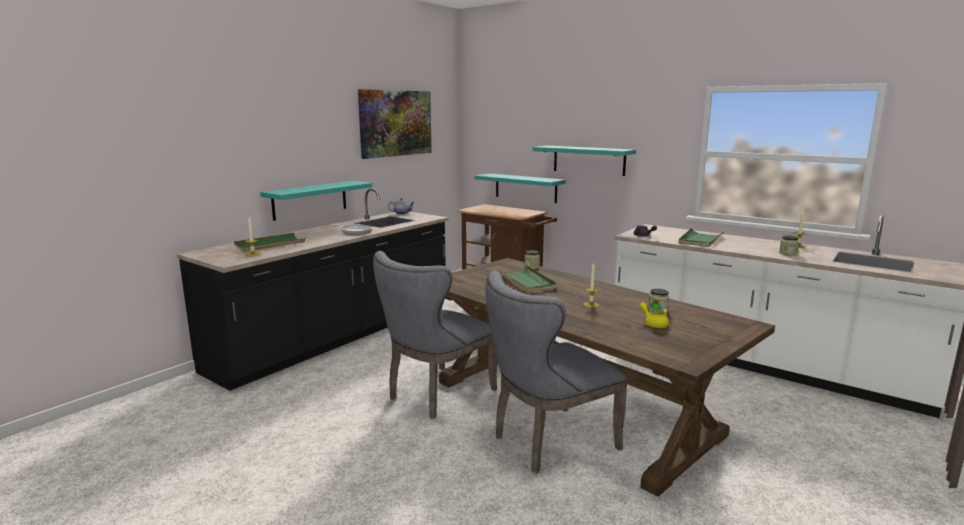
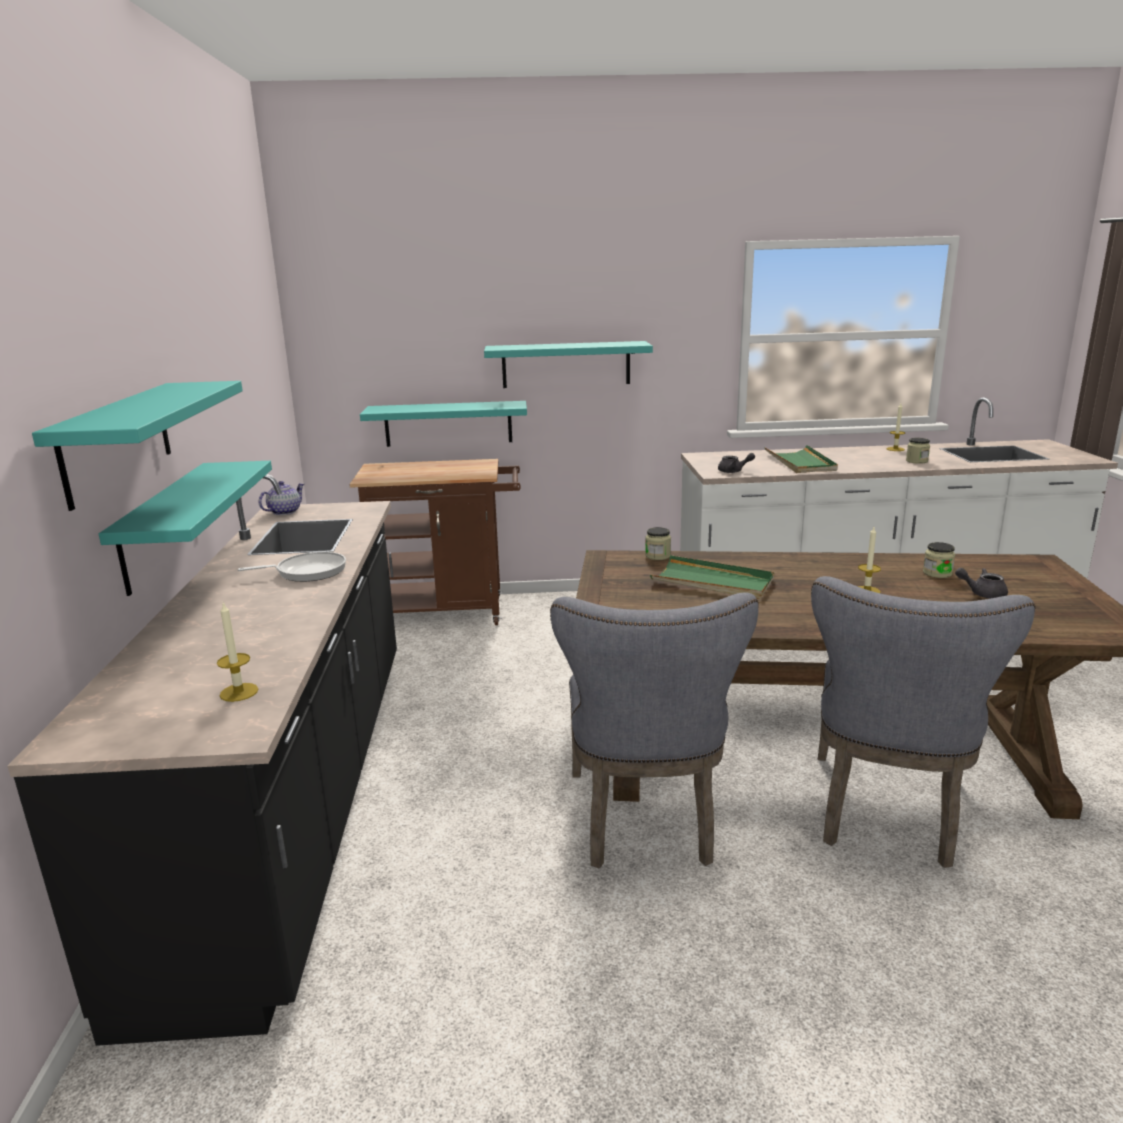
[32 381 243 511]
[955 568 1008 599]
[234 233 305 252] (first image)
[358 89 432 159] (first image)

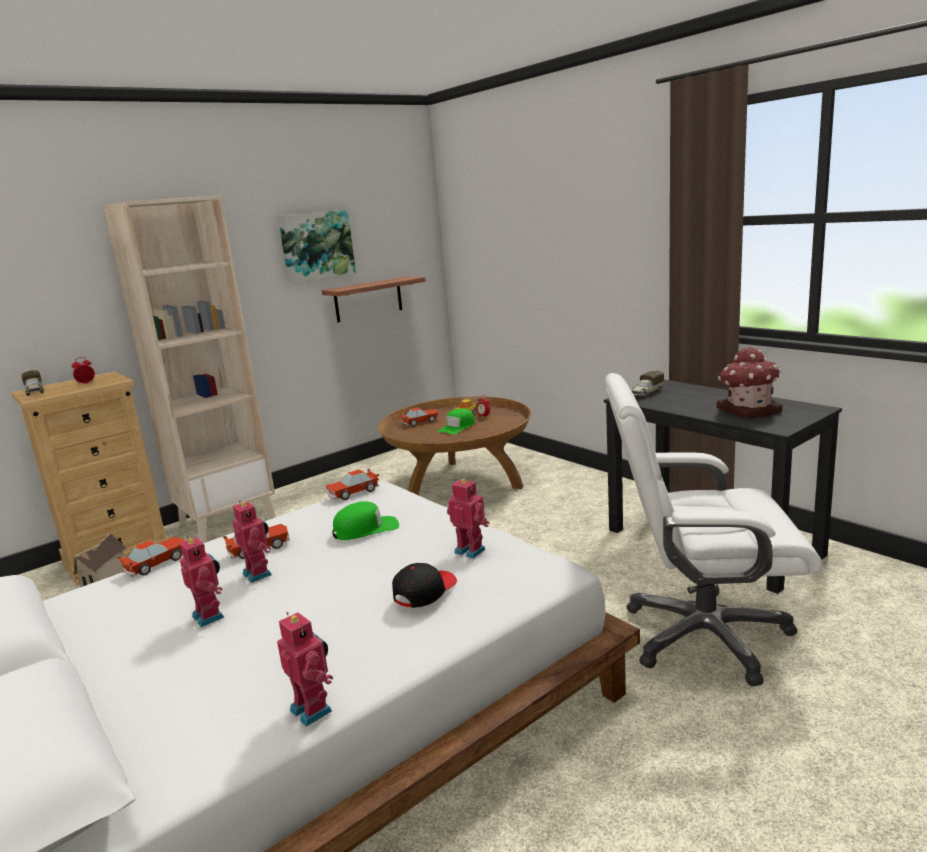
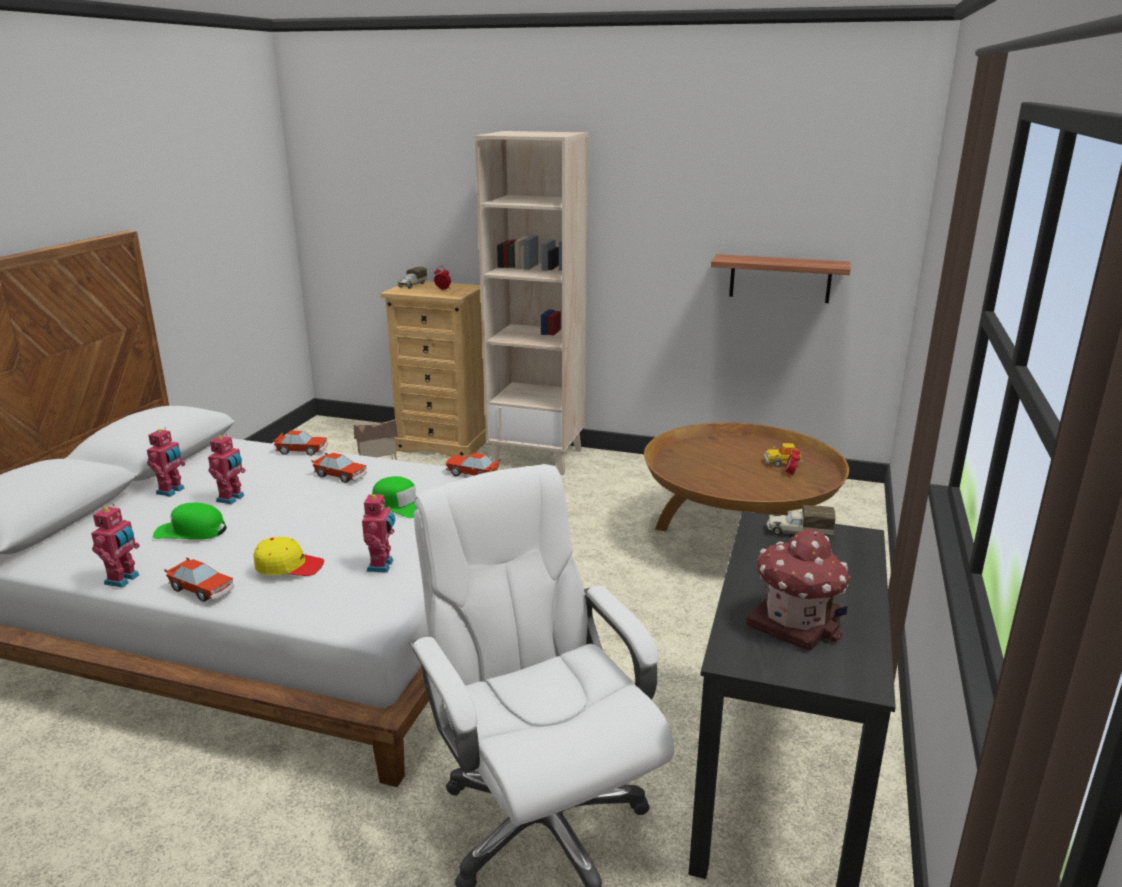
[147 427 185 497]
[153 503 227 540]
[164 557 234 602]
[254 537 324 576]
[278 210 356 283] (first image)

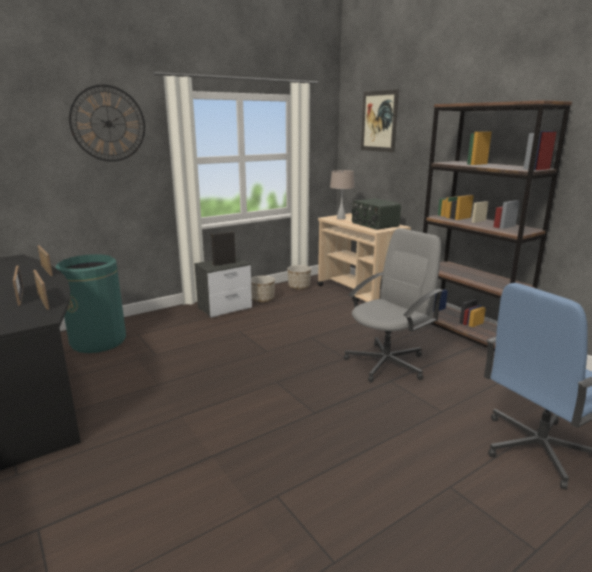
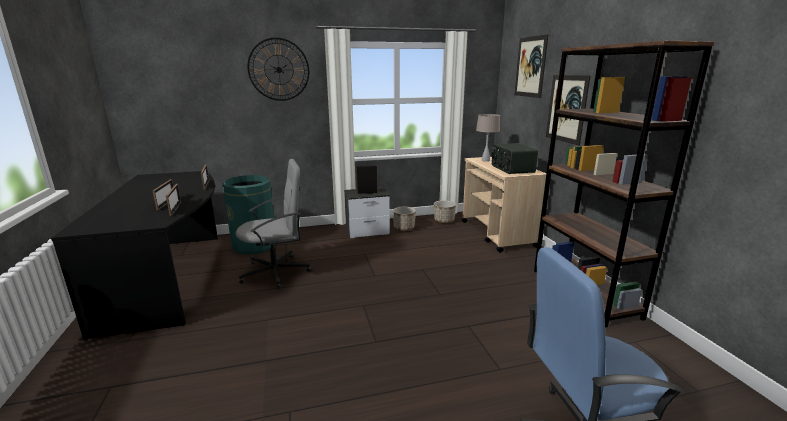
[236 159 311 289]
[546 75 590 145]

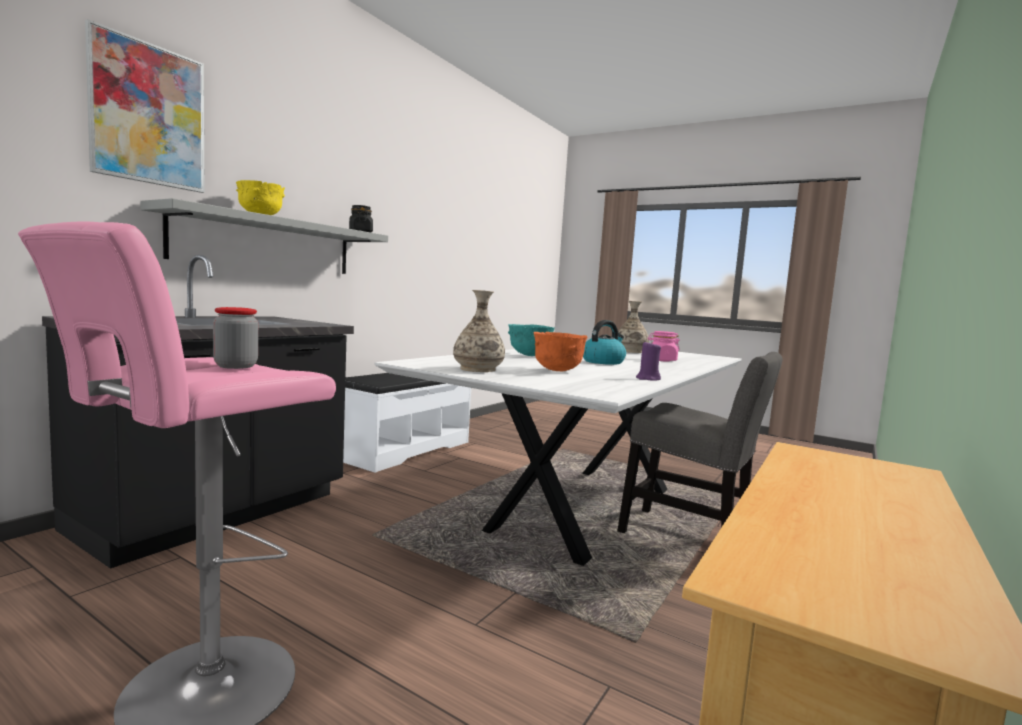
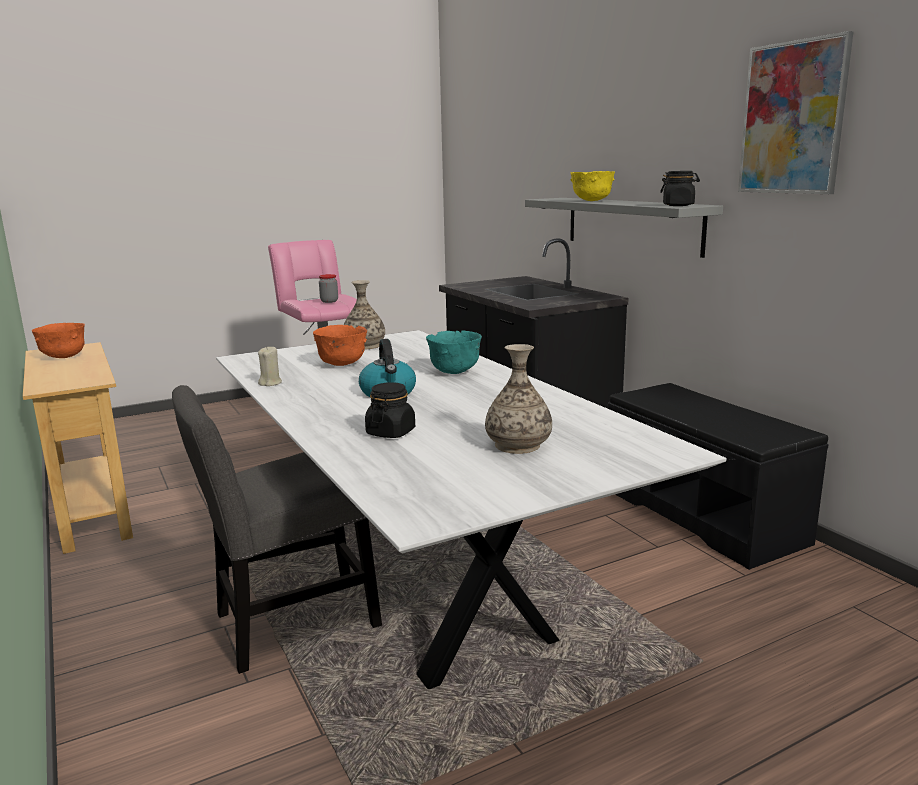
[32 323 85 358]
[258 347 282 386]
[365 382 415 438]
[608 383 829 570]
[738 31 853 194]

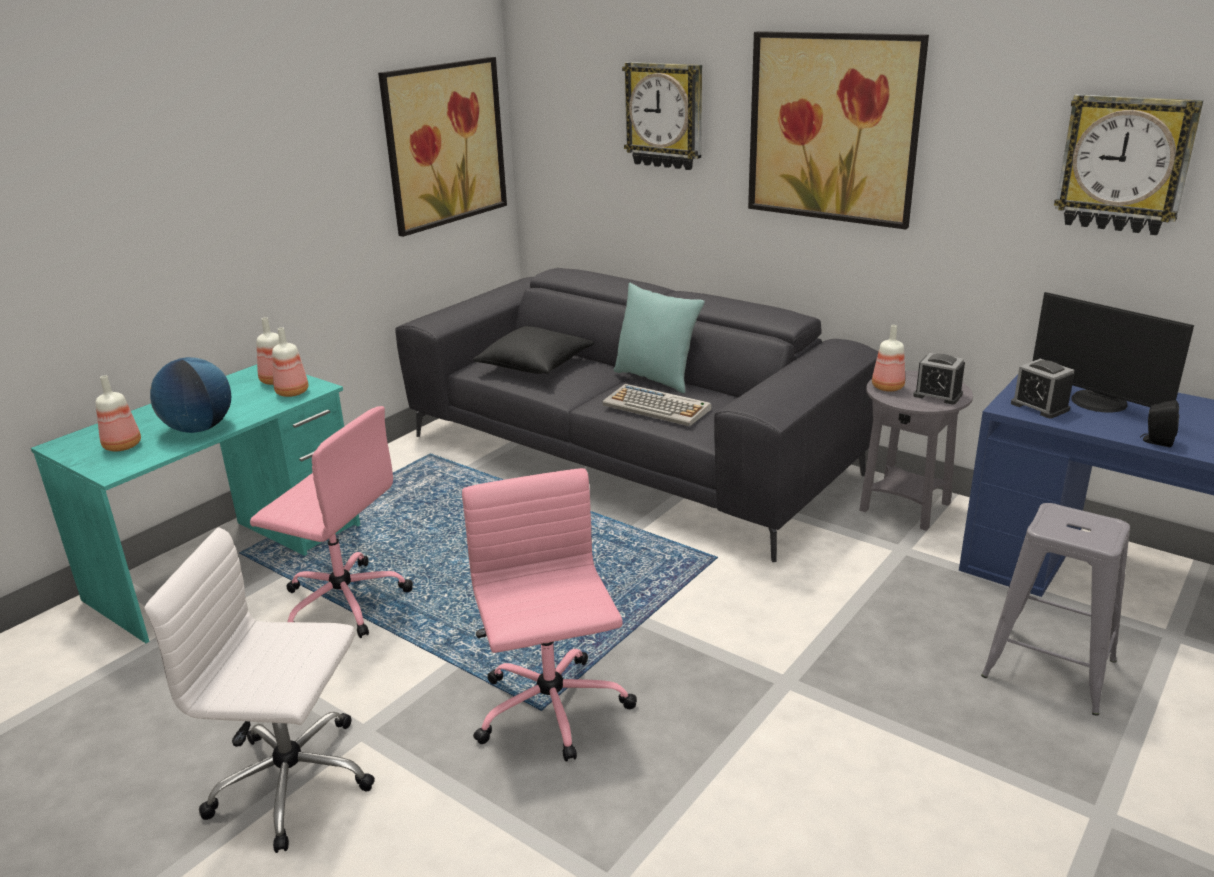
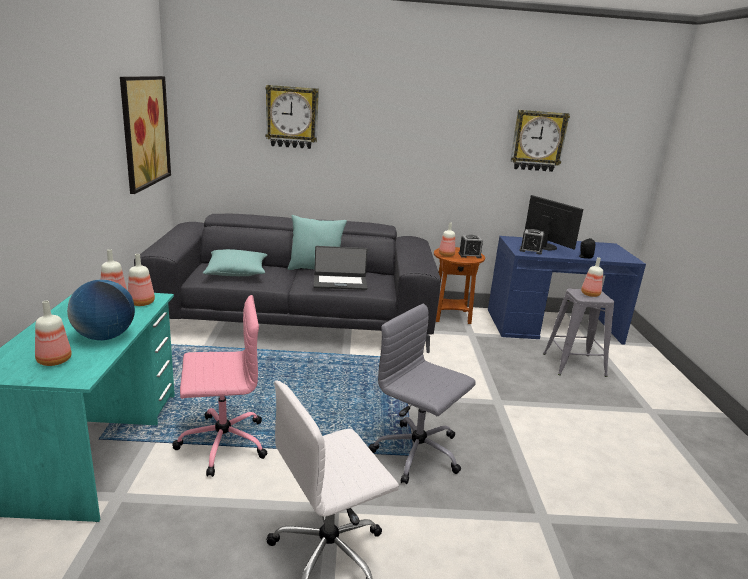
[203 249 267 276]
[314 246 368 290]
[369 303 476 484]
[434 247 485 324]
[525 195 583 250]
[581 257 603 297]
[748 31 929 229] (first image)

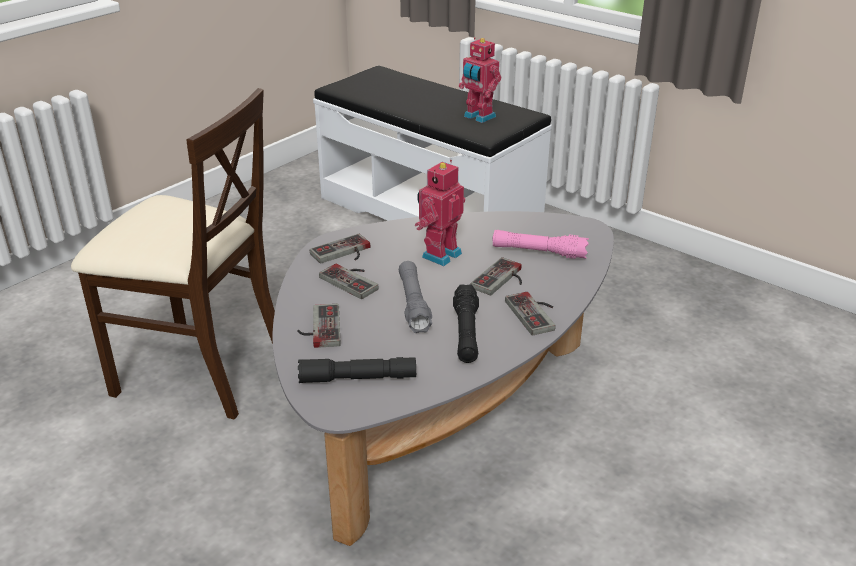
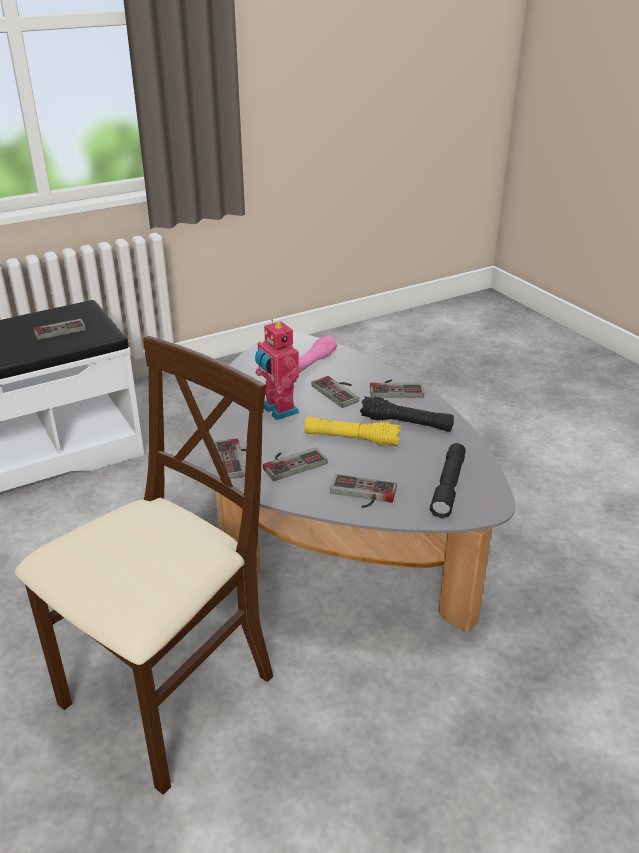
[33 319 86 340]
[304 417 401 446]

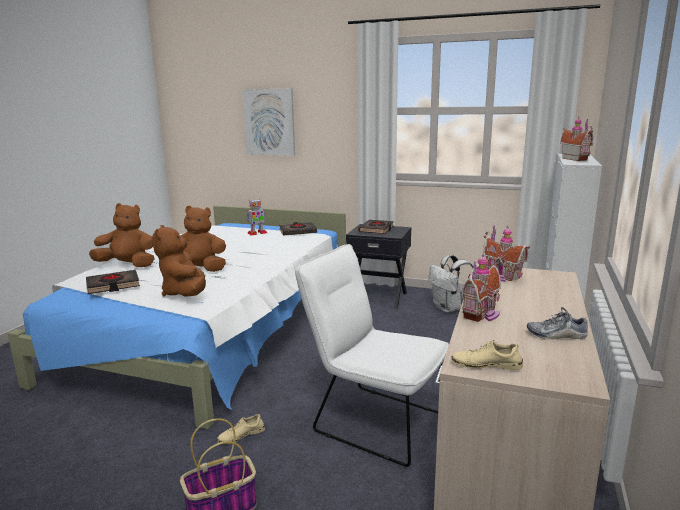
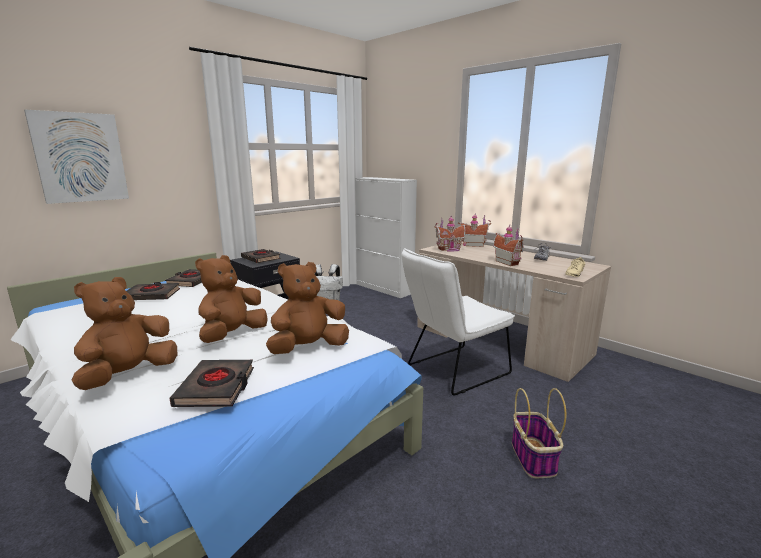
[127 282 180 300]
[266 262 349 354]
[458 214 491 247]
[217 414 265 444] (first image)

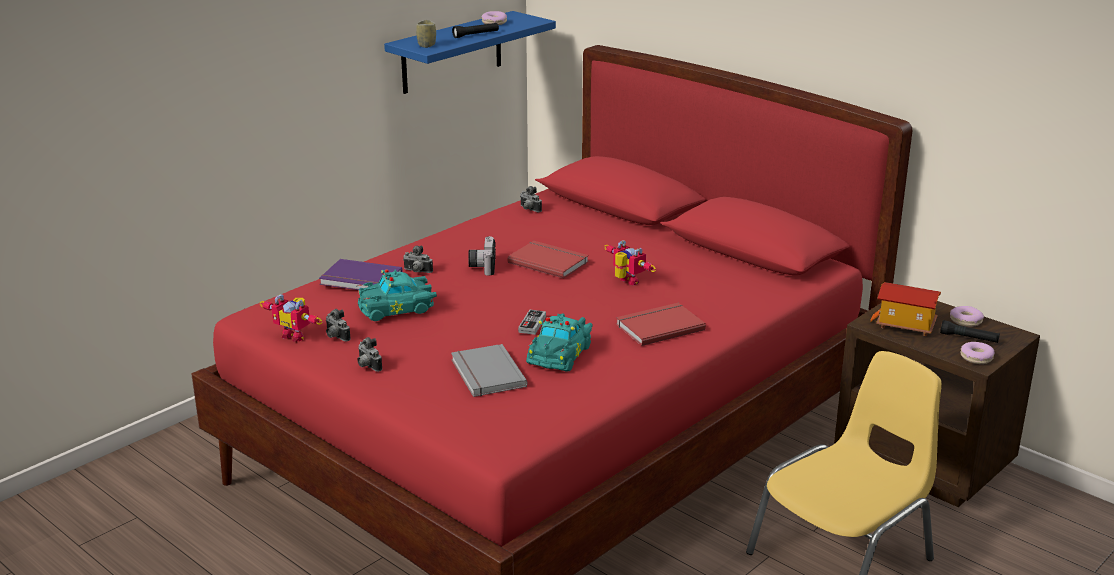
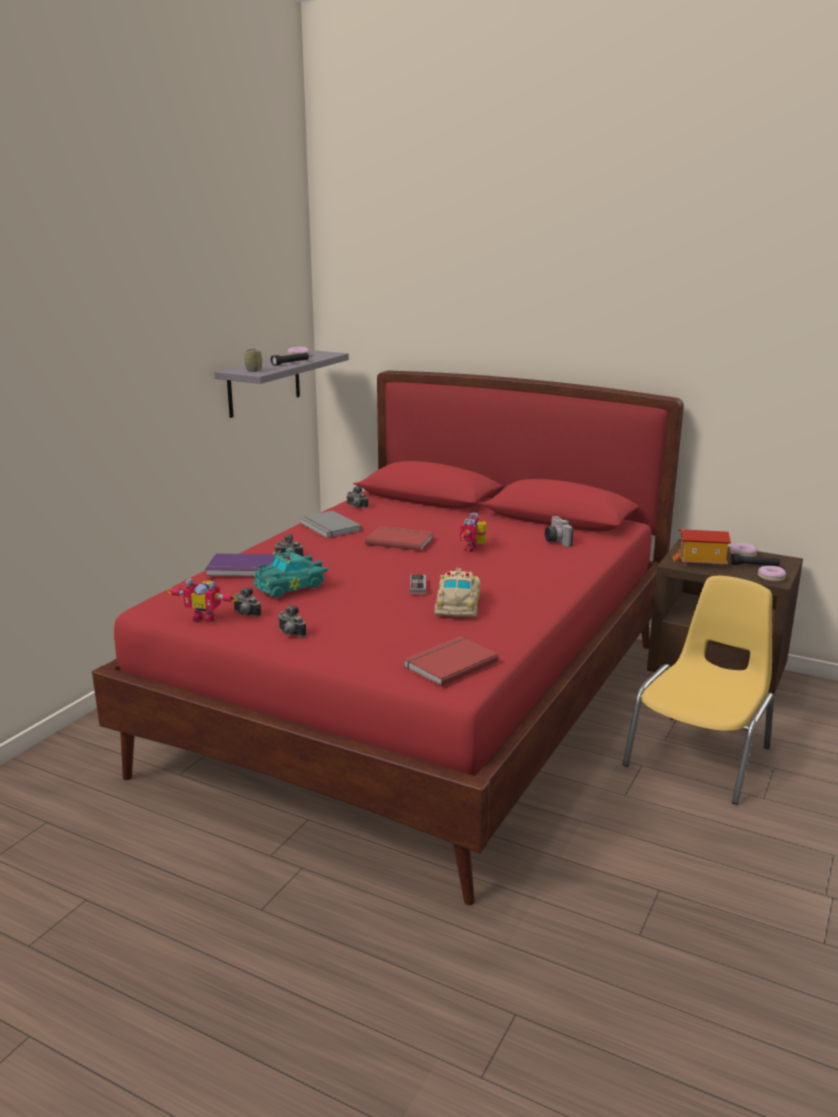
[214 350 349 418]
[299 511 362 538]
[403 636 499 686]
[434 568 480 618]
[460 512 487 552]
[545 516 573 547]

